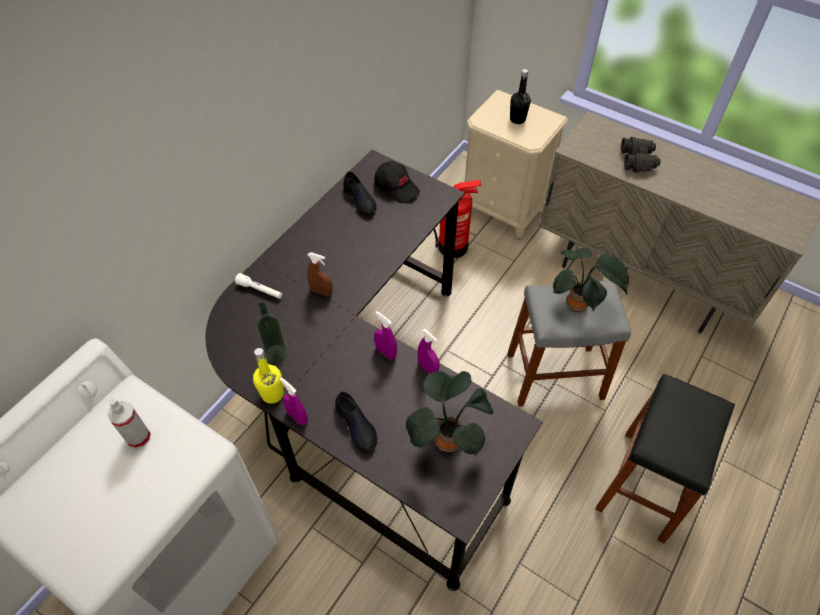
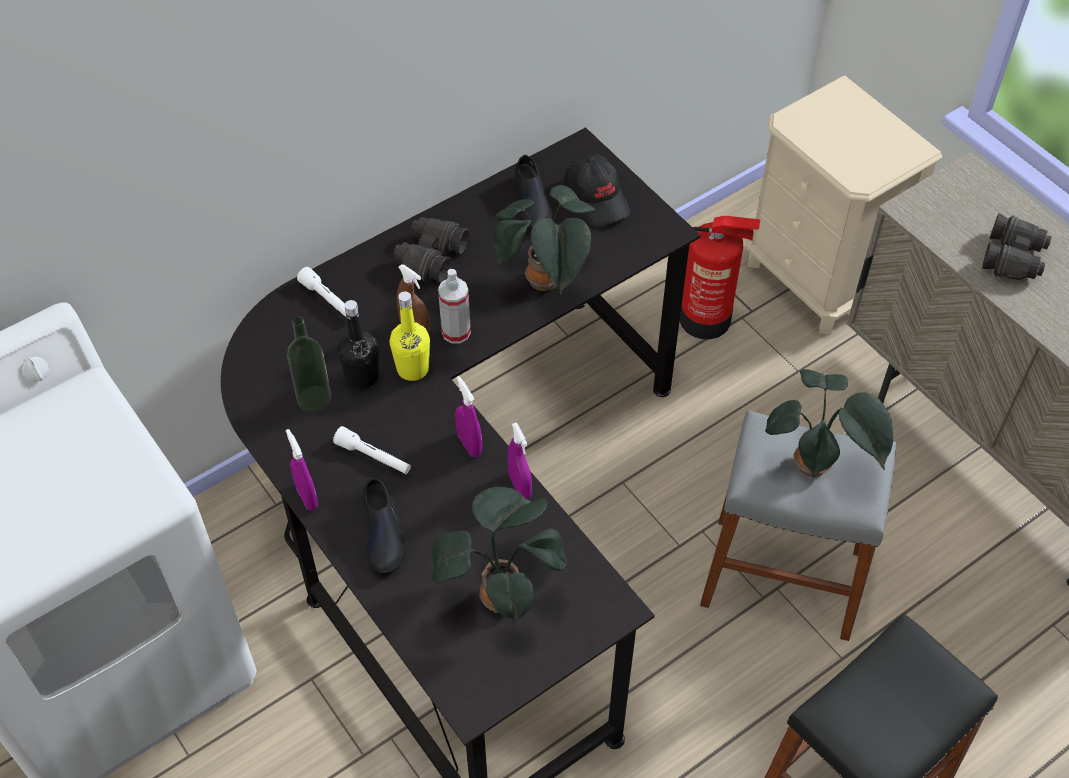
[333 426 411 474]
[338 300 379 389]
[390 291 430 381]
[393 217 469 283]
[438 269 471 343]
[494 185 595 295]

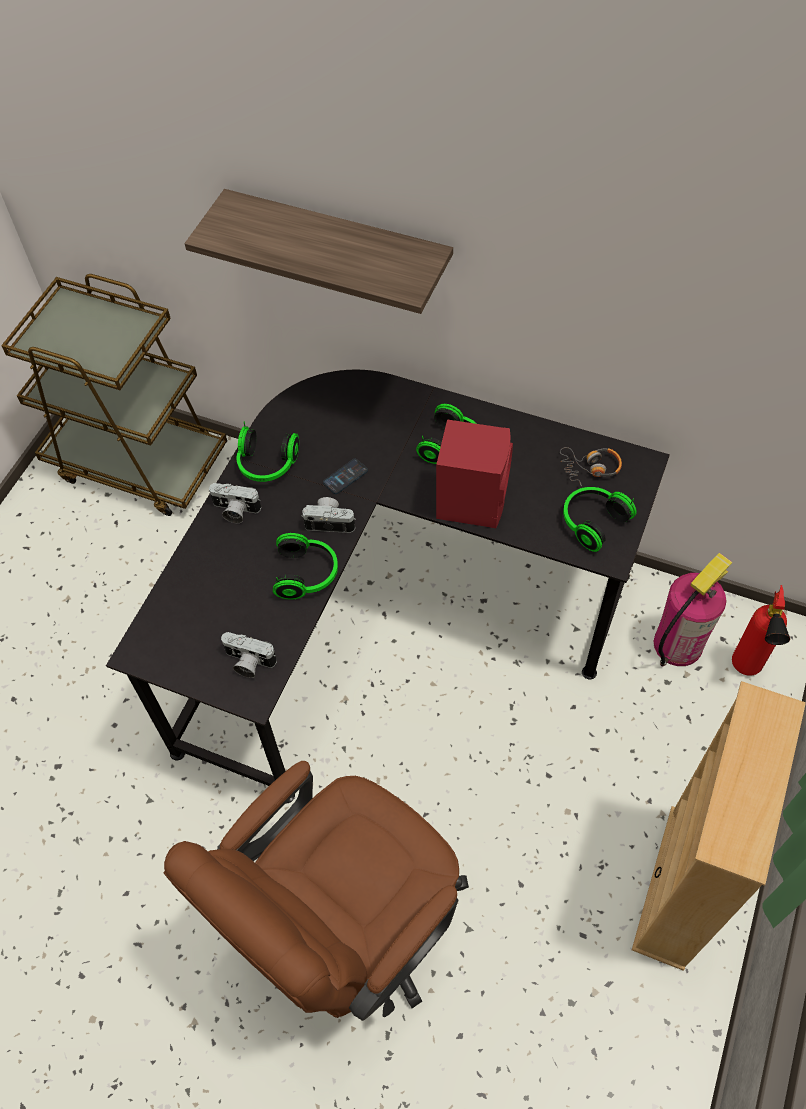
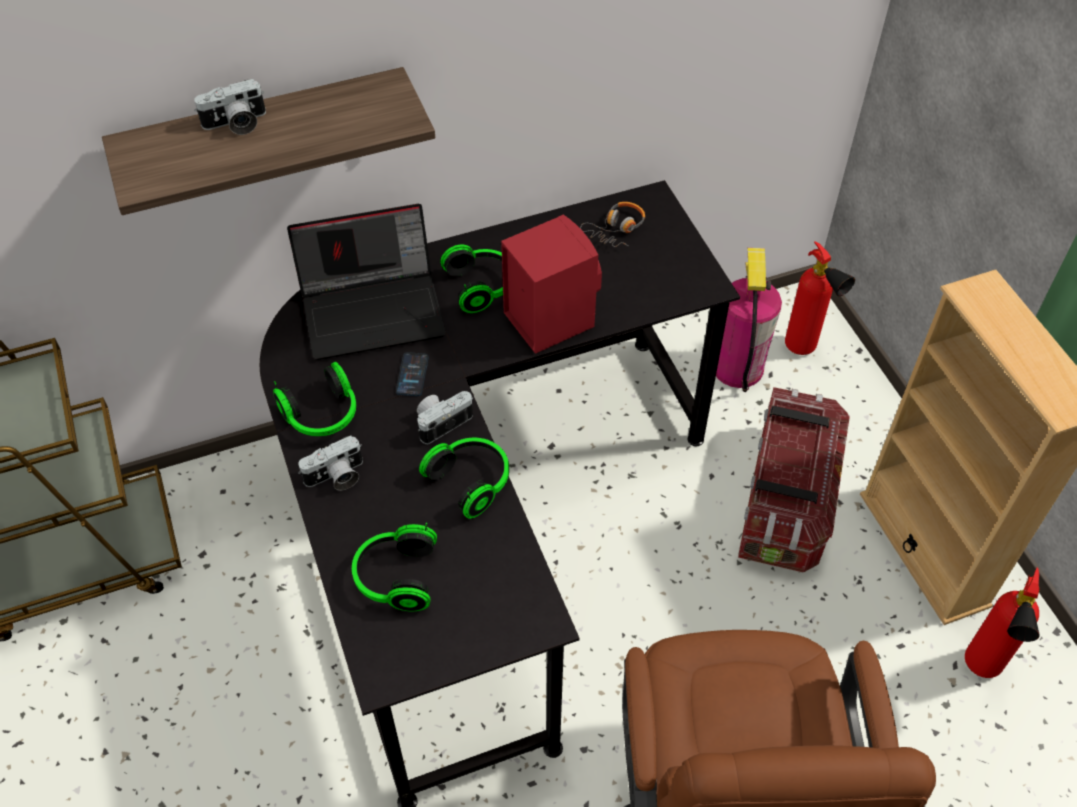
[194 79 266 135]
[287 204 446 360]
[352 523 437 611]
[738 387 850 573]
[965 567 1040 678]

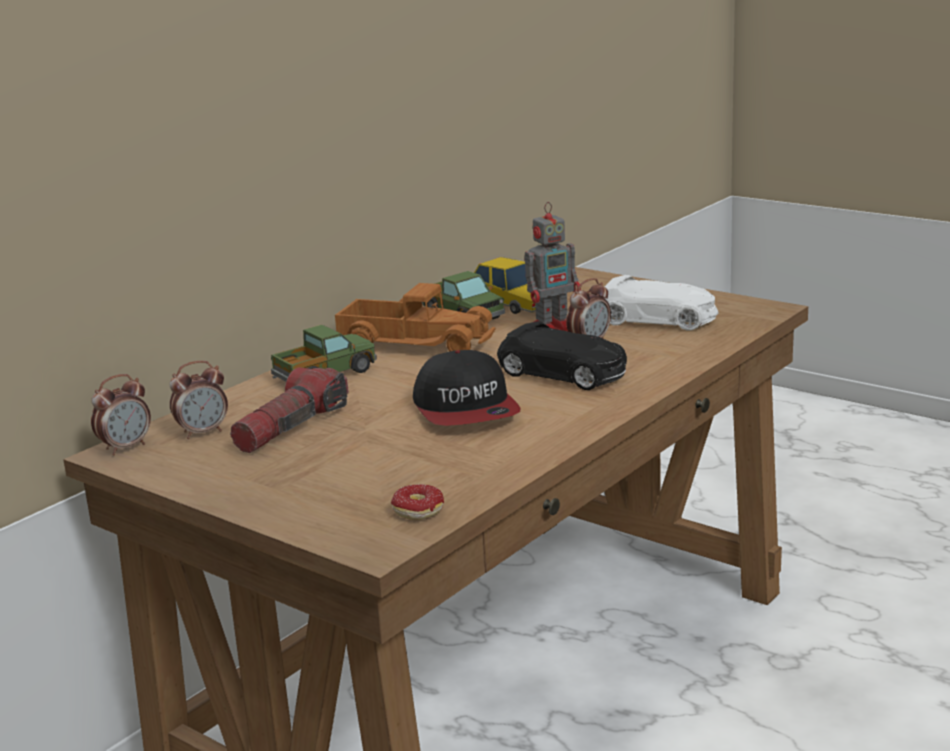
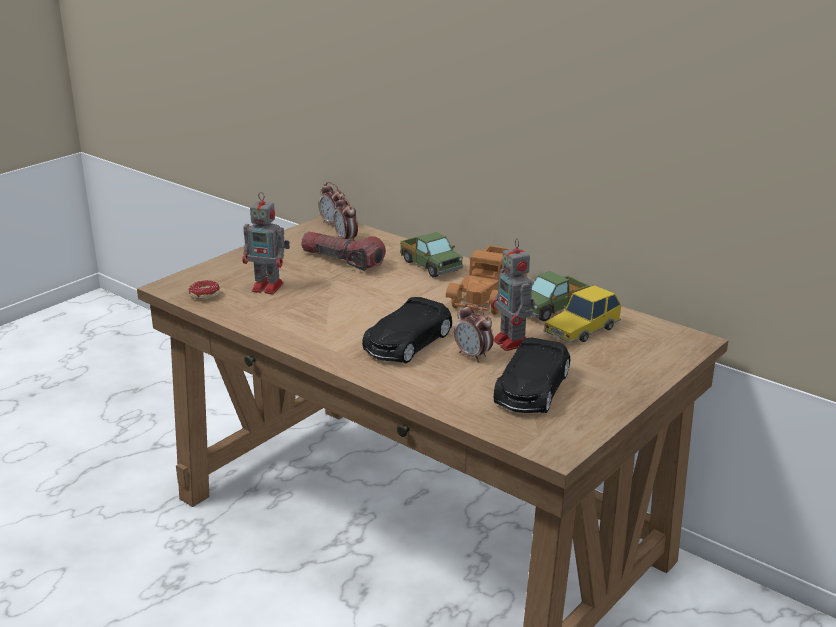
[242 192 290 294]
[494 338 570 413]
[413 350 521 426] (first image)

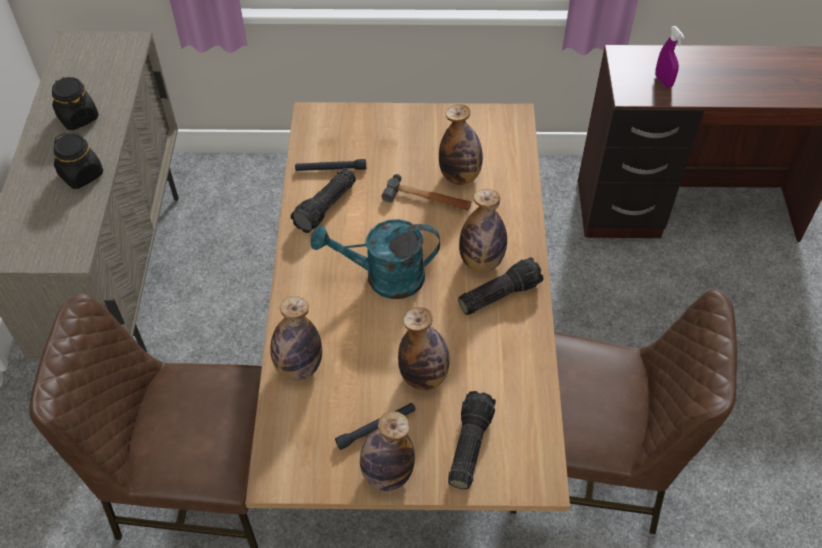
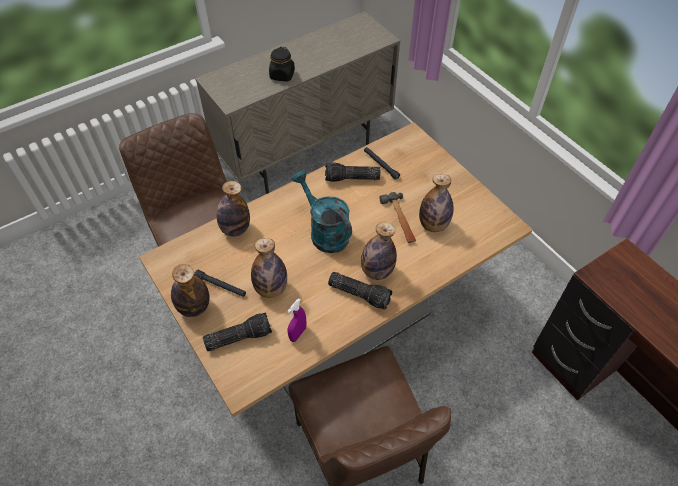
[287 298 307 342]
[52 77 99 130] (first image)

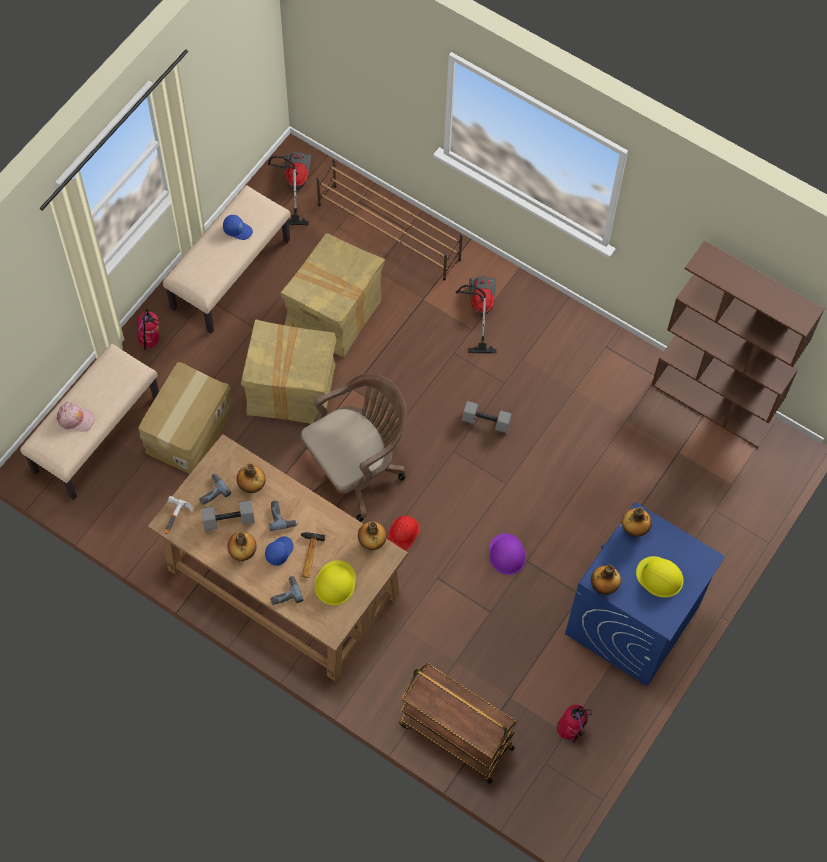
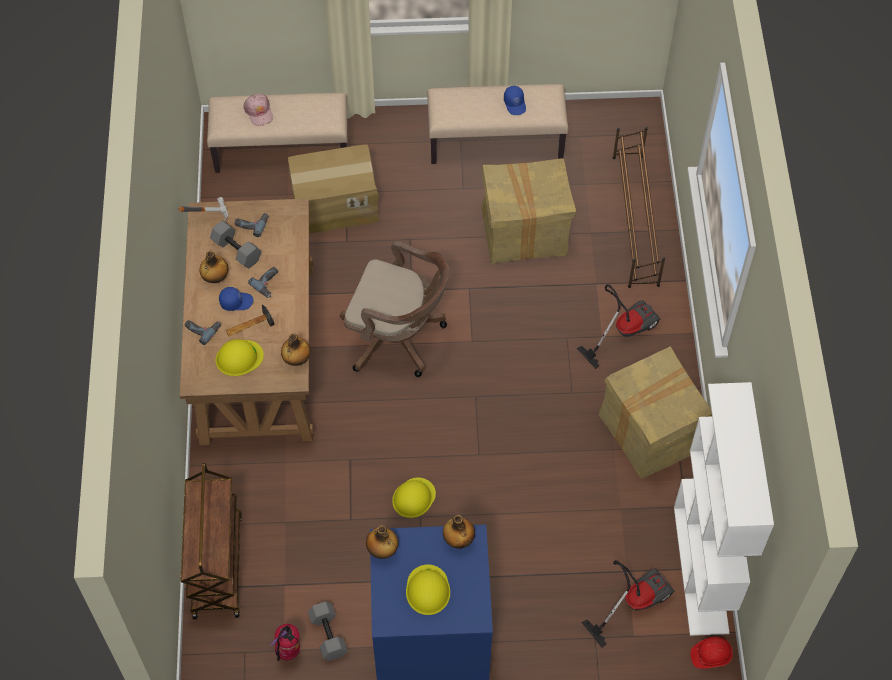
[308 601 348 661]
[392 477 436 518]
[581 560 675 648]
[598 346 712 479]
[674 382 774 636]
[690 636 733 669]
[137 309 160 350] (first image)
[237 463 266 493] (first image)

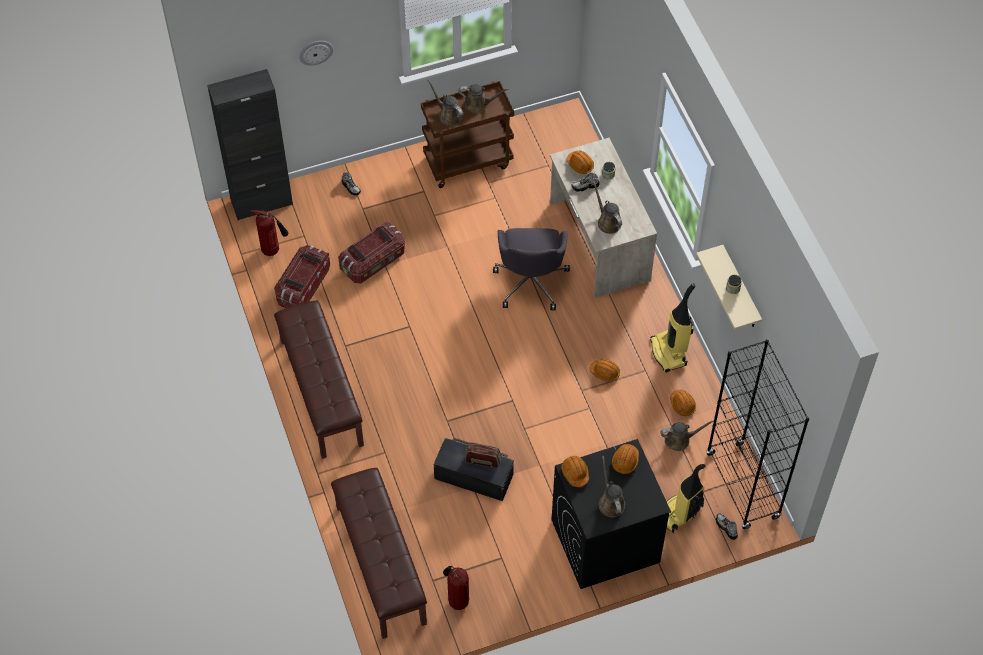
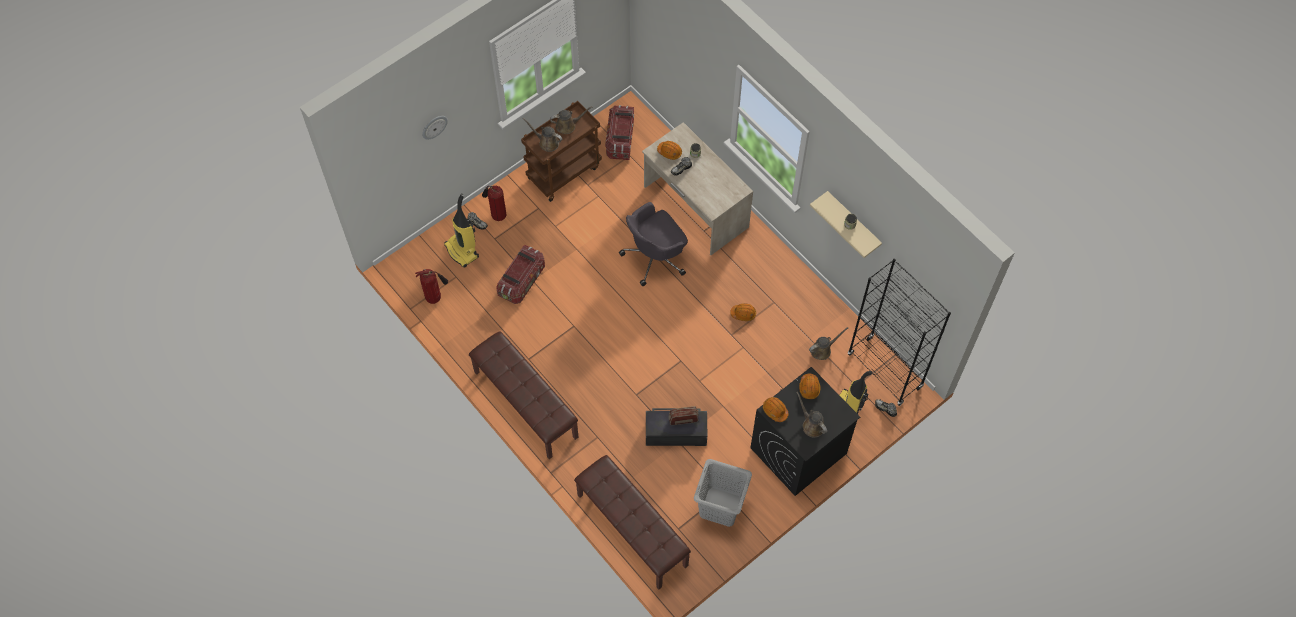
[444 194 479 268]
[482 186 507 221]
[605 105 634 160]
[619 202 688 286]
[694 459 752 527]
[207 69 293 220] (first image)
[593 182 622 234] (first image)
[670 390 696 416] (first image)

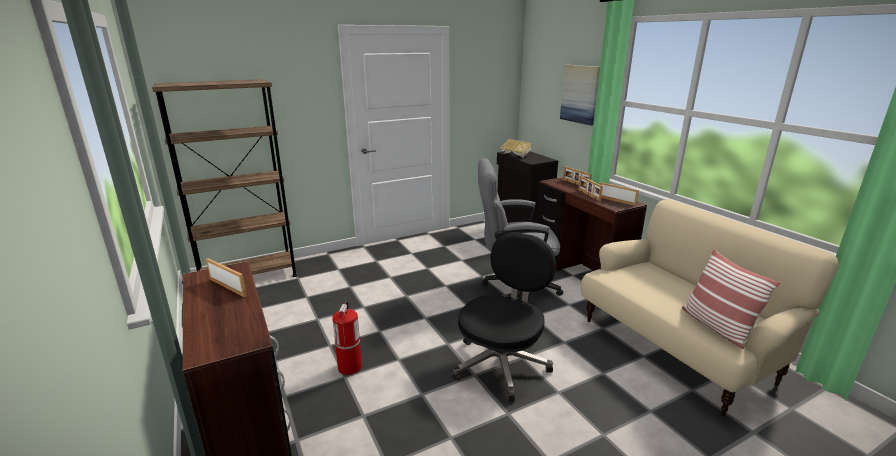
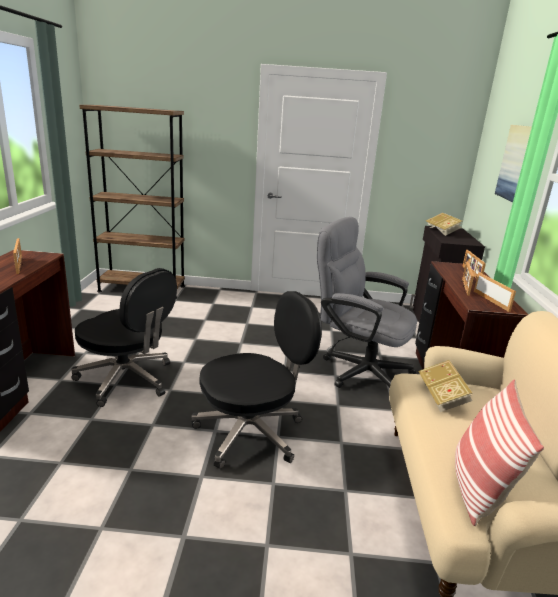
[71 268 177 407]
[418 360 473 412]

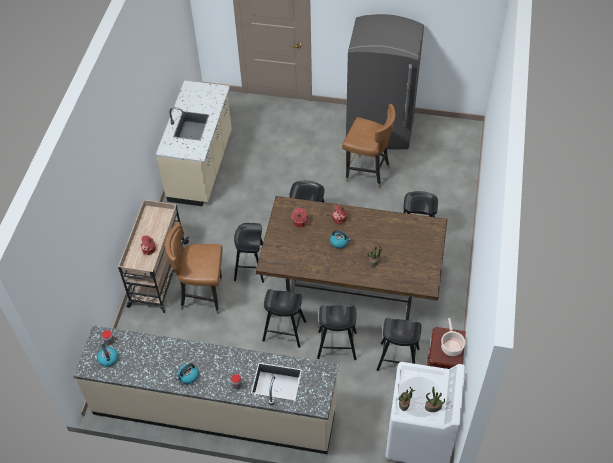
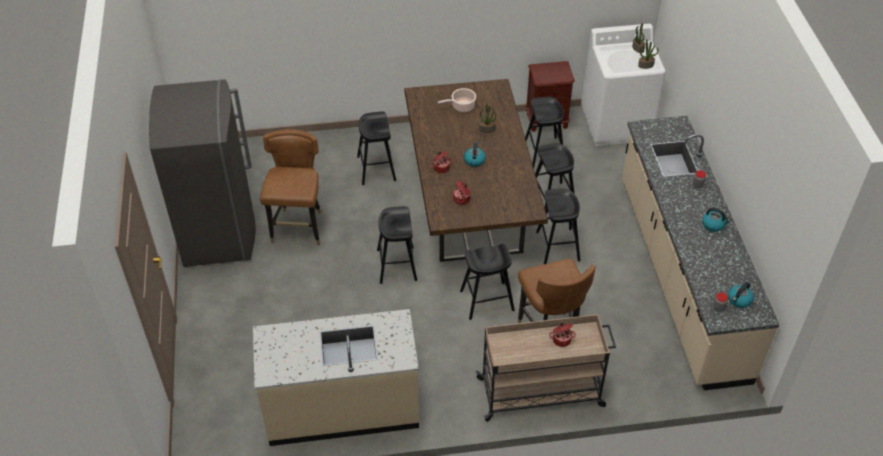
[438 88 476 112]

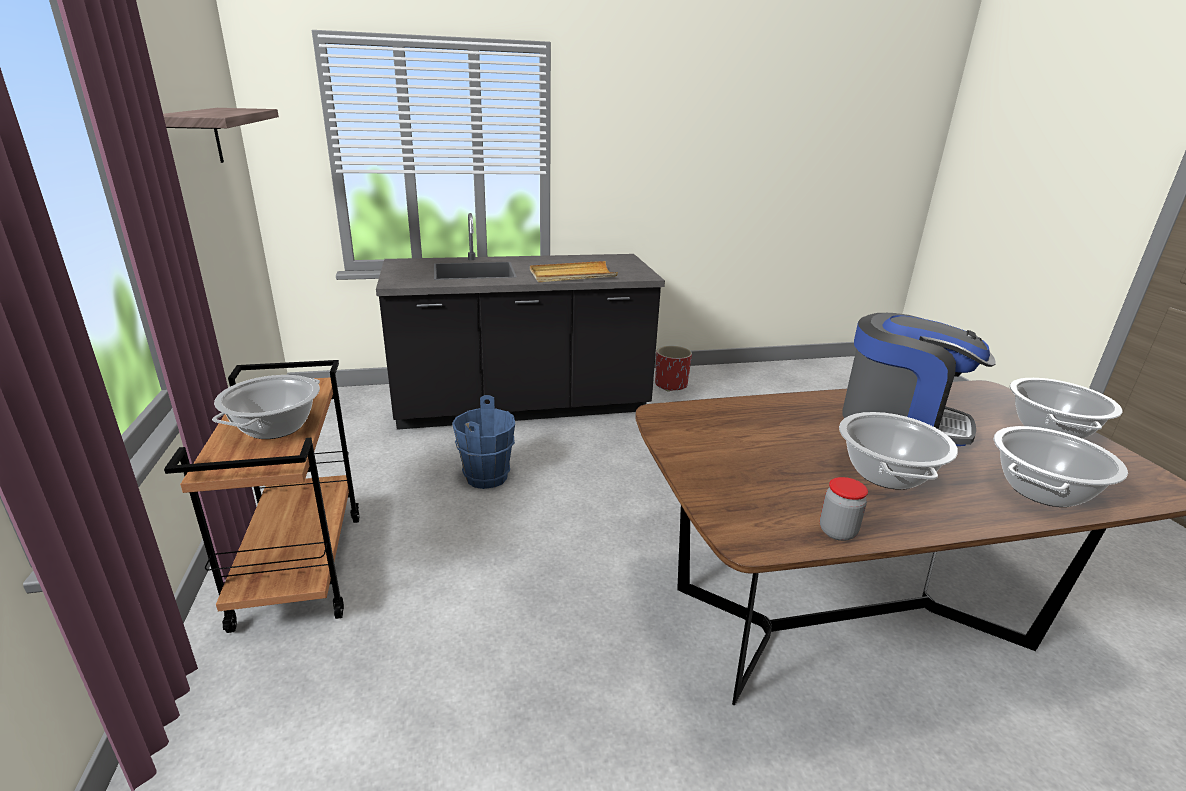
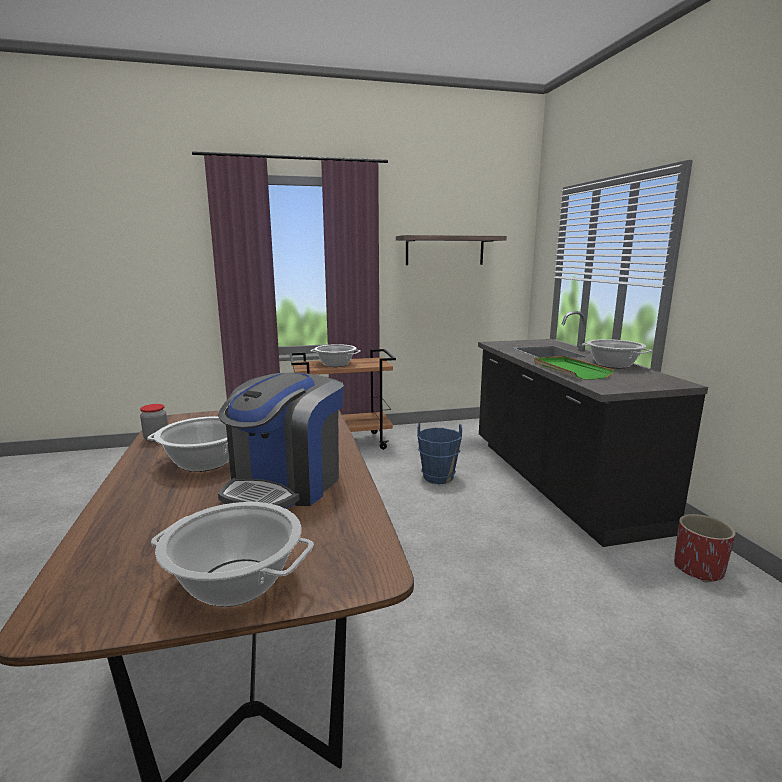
[534 356 615 380]
[582 339 652 368]

